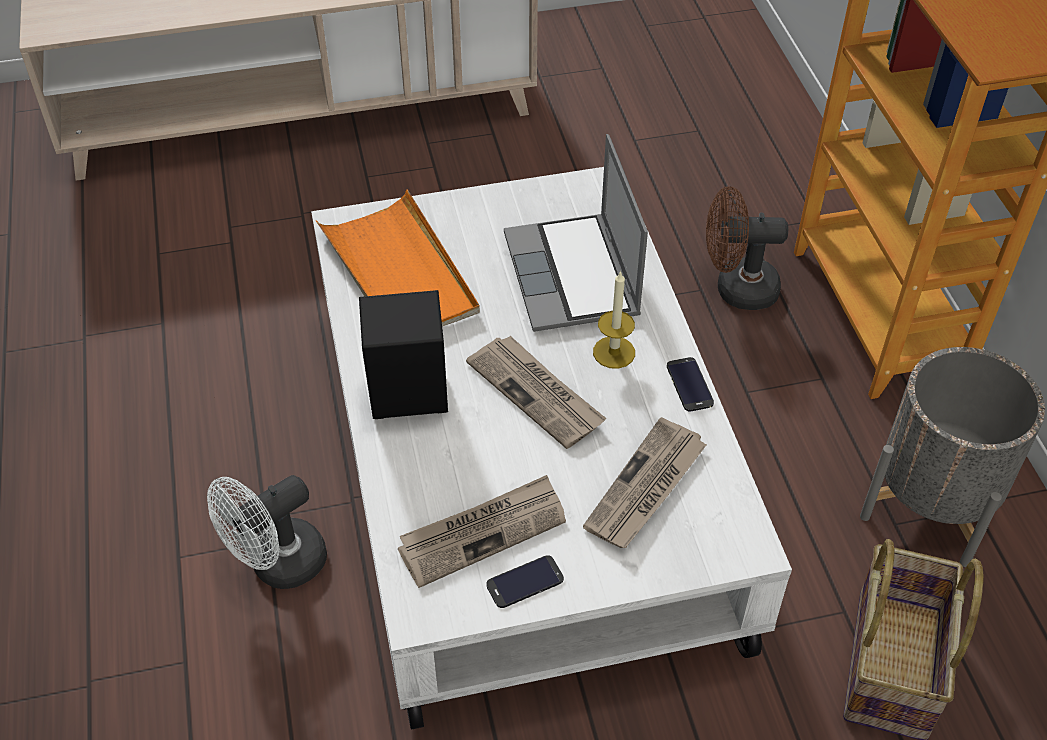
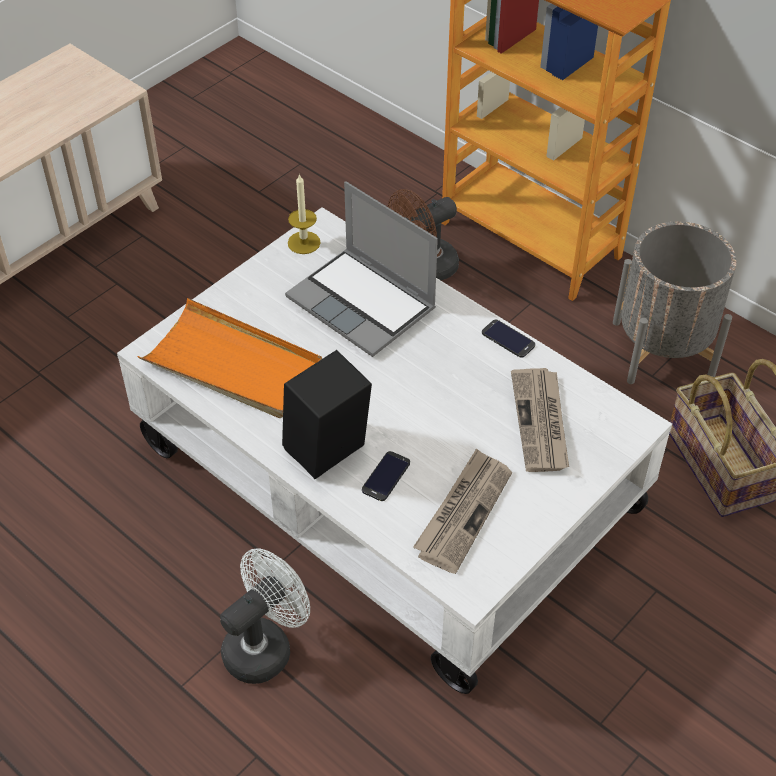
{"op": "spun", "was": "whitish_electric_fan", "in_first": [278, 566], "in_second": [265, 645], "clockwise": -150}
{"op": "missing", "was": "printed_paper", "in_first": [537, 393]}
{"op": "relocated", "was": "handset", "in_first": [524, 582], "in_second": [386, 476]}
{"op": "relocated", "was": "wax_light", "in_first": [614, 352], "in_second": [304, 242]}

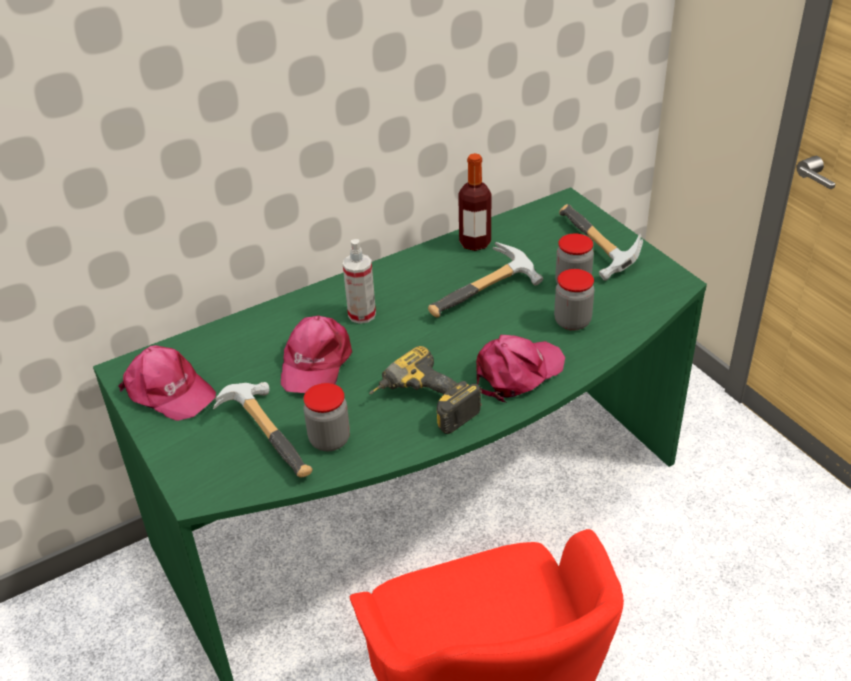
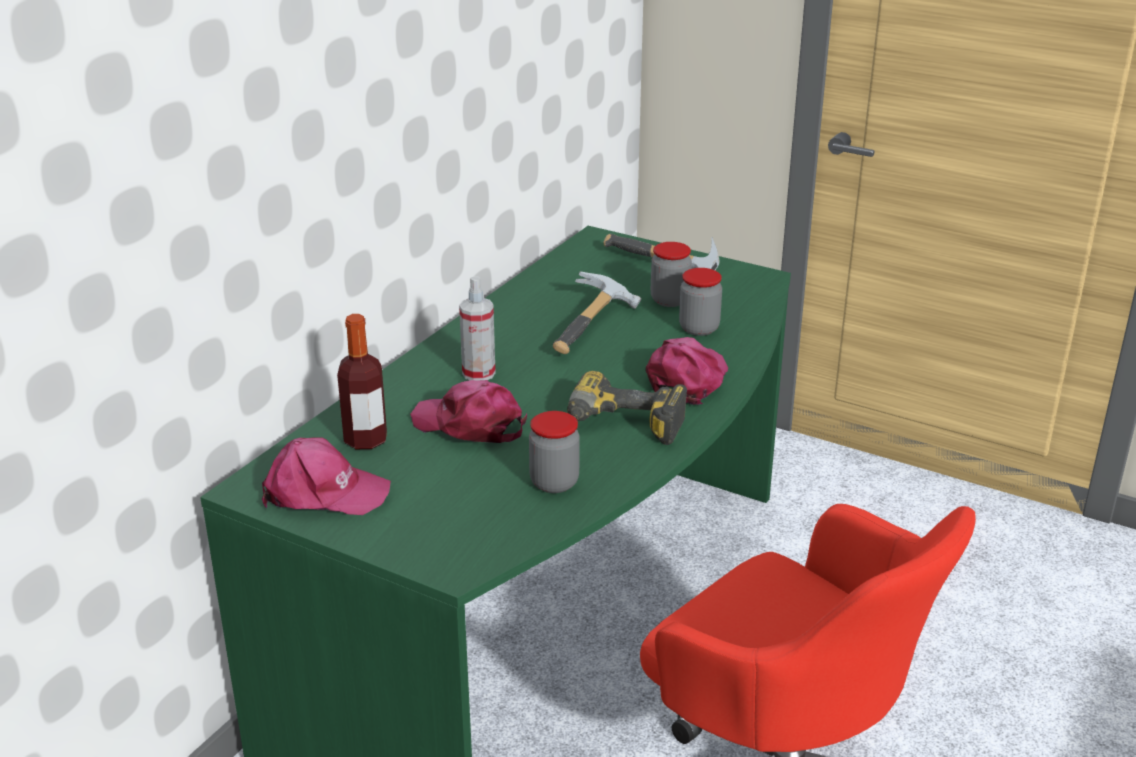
{"op": "missing", "was": "tool_hammer", "in_first": [273, 433]}
{"op": "spun", "was": "pink_cap", "in_first": [315, 362], "in_second": [470, 425], "clockwise": 135}
{"op": "relocated", "was": "drink_bottle", "in_first": [475, 243], "in_second": [365, 440]}

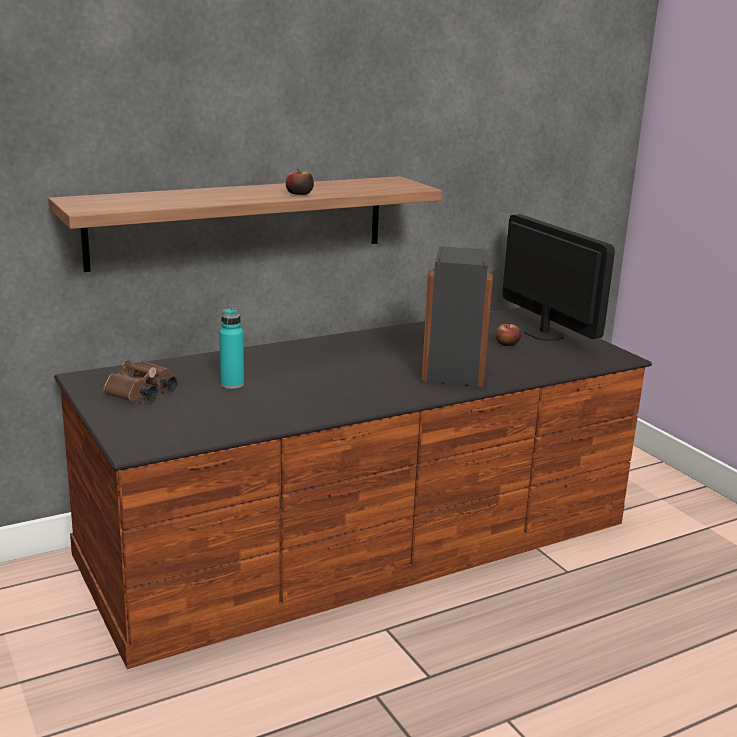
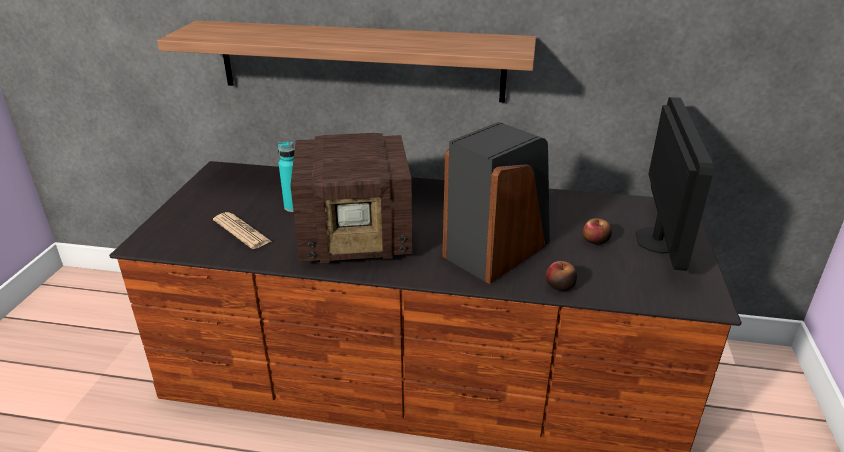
{"op": "missing", "was": "brownish_pair_of_binoculars", "in_first": [141, 395]}
{"op": "relocated", "was": "whole_apple", "in_first": [299, 194], "in_second": [560, 286]}
{"op": "appeared", "now": "printed_paper", "in_second": [241, 231]}
{"op": "appeared", "now": "radio", "in_second": [357, 237]}

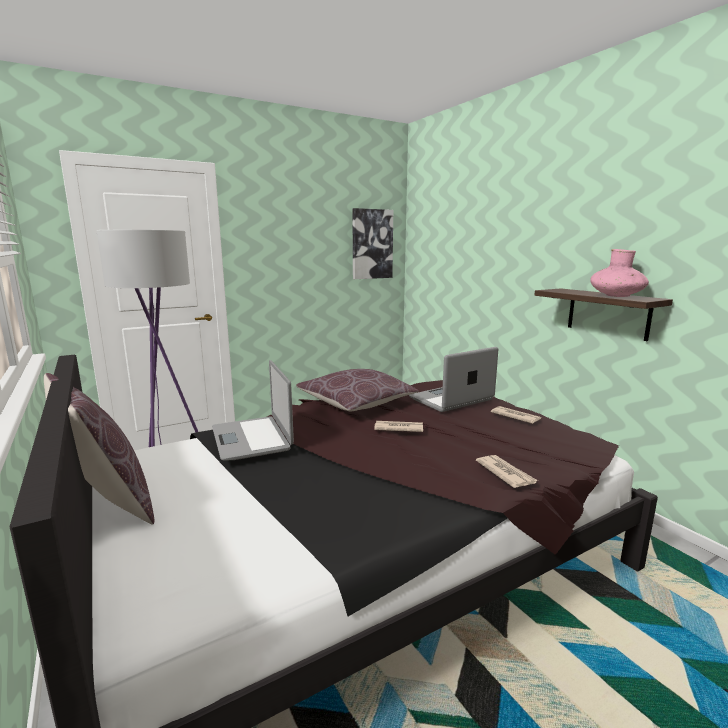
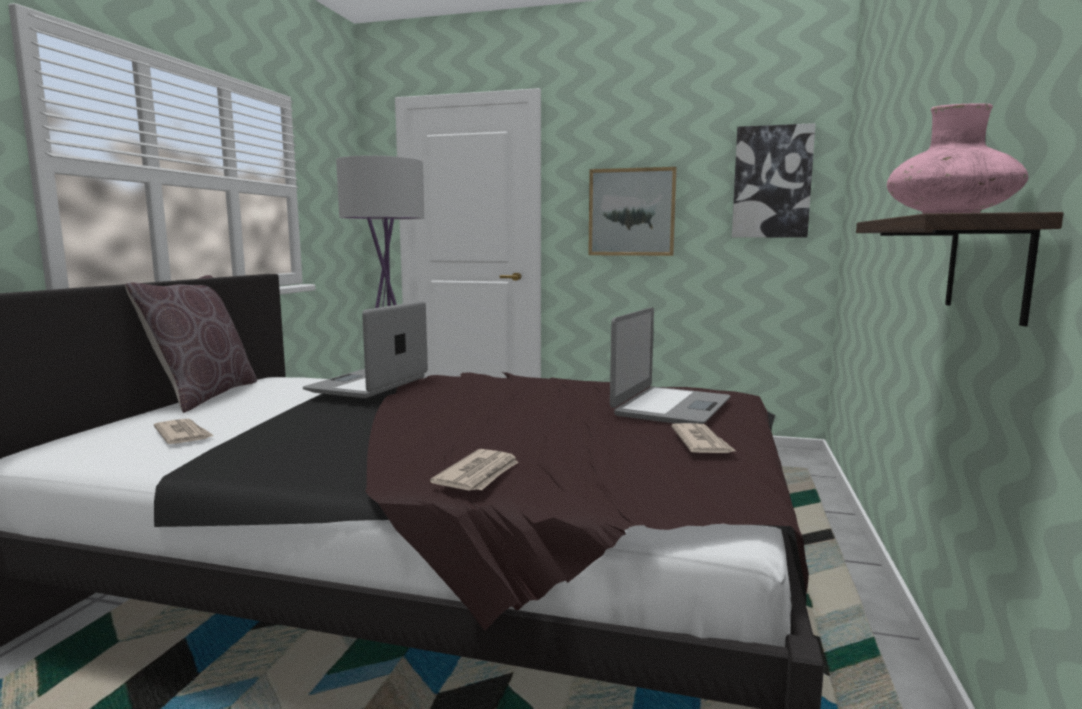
{"op": "missing", "was": "brownish_cushion", "in_first": [356, 403]}
{"op": "relocated", "was": "printed_paper", "in_first": [398, 428], "in_second": [183, 435]}
{"op": "spun", "was": "notebook_computer", "in_first": [451, 399], "in_second": [670, 407], "clockwise": 105}
{"op": "appeared", "now": "picture", "in_second": [631, 212]}

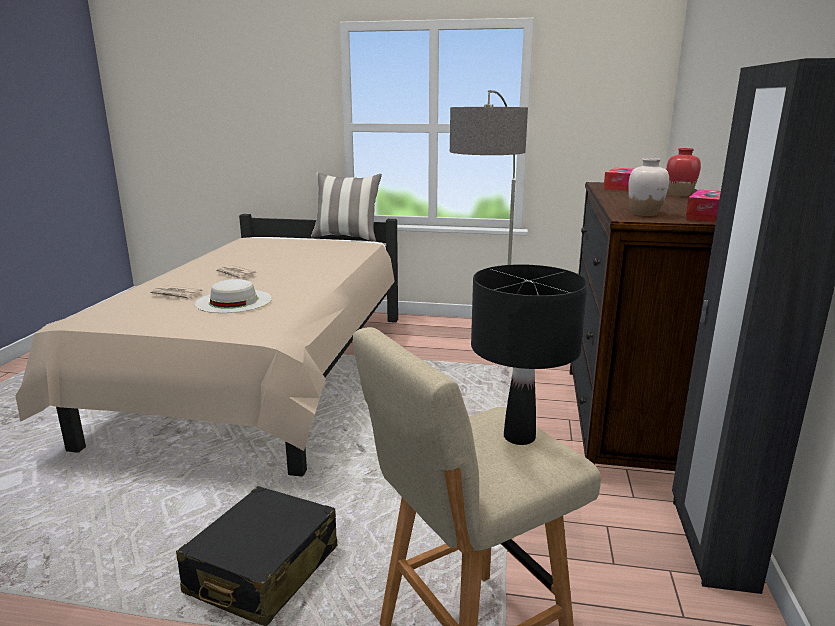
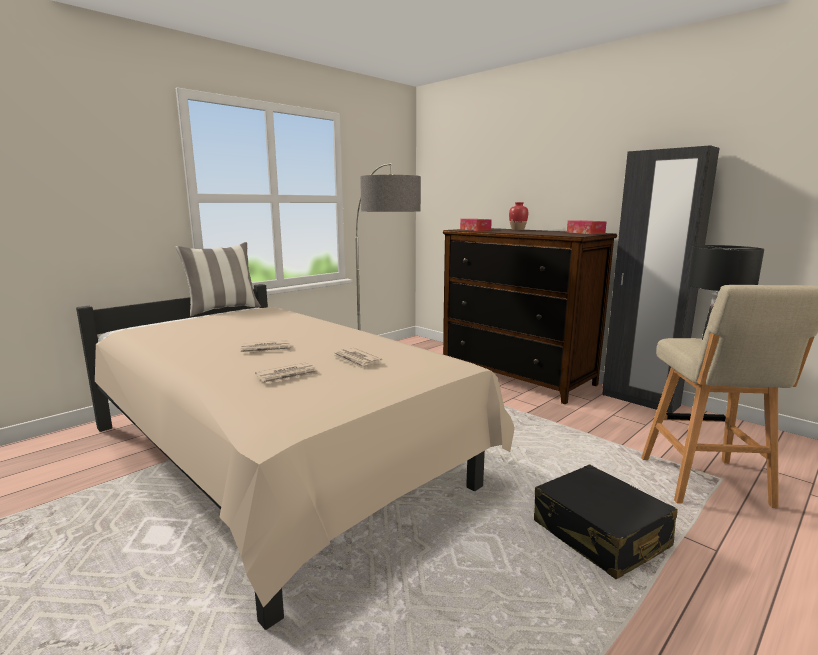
{"op": "exchanged", "was": "whitish_wearable_hat", "now": "printed_paper", "in_first": [233, 301], "in_second": [356, 360]}
{"op": "missing", "was": "whitish_flower_vase", "in_first": [644, 214]}

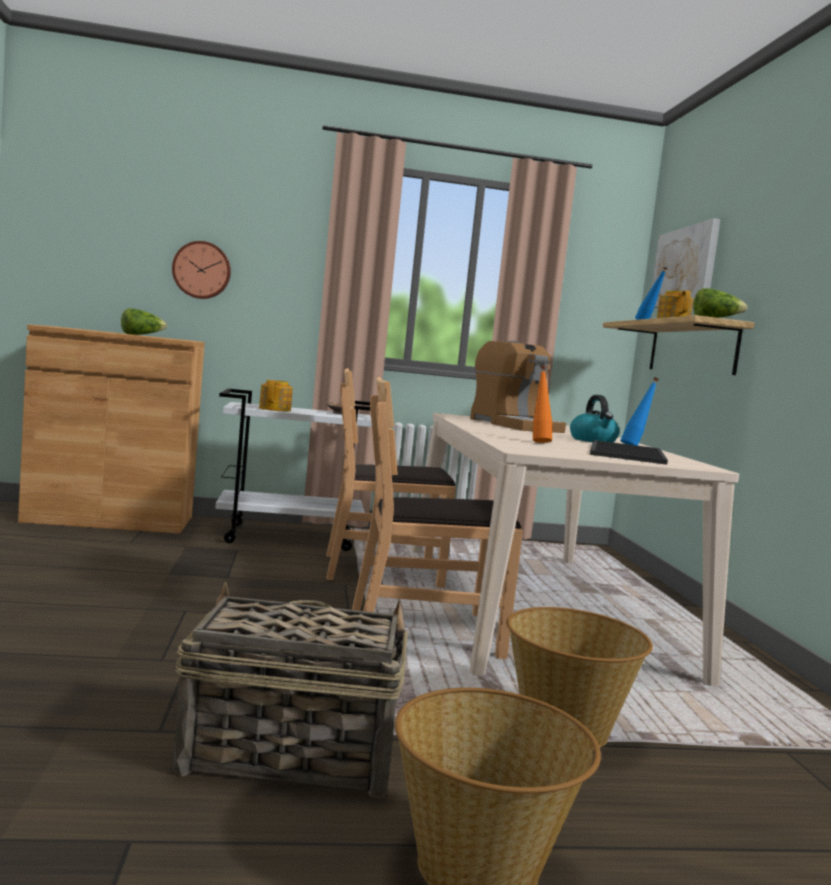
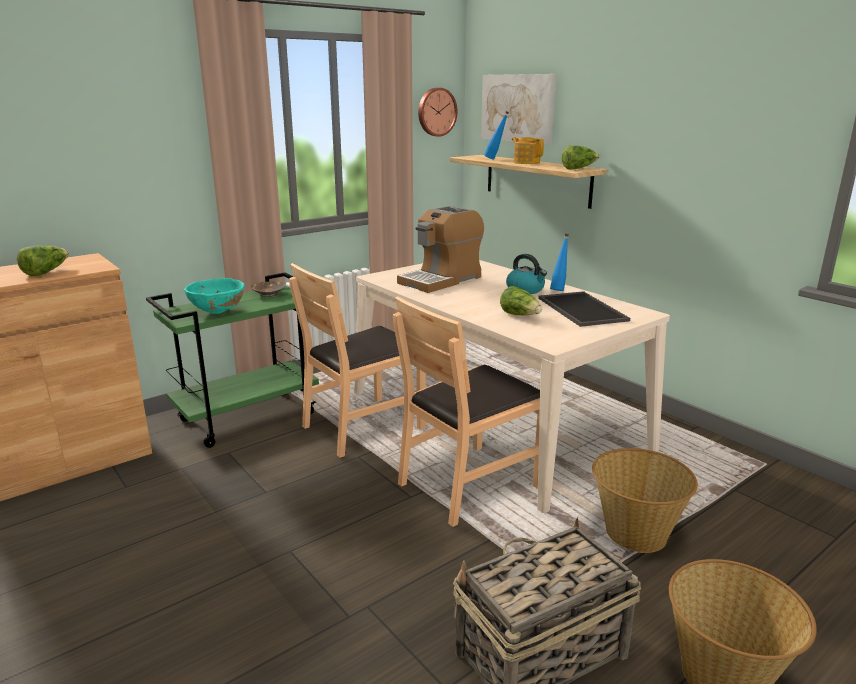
{"op": "relocated", "was": "clock_on_the_wall", "in_first": [202, 270], "in_second": [436, 112]}
{"op": "colour", "was": "whitish_wheeled_cart", "now": "green-coloured_wheeled_cart", "in_first": [290, 537], "in_second": [248, 416]}
{"op": "exchanged", "was": "tea_pot", "now": "blue-green_deep_dish", "in_first": [275, 409], "in_second": [218, 312]}
{"op": "spun", "was": "coffee_machine", "in_first": [514, 425], "in_second": [441, 280], "clockwise": 105}
{"op": "exchanged", "was": "orange-coloured_drink_bottle", "now": "head_of_lettuce", "in_first": [538, 442], "in_second": [520, 315]}

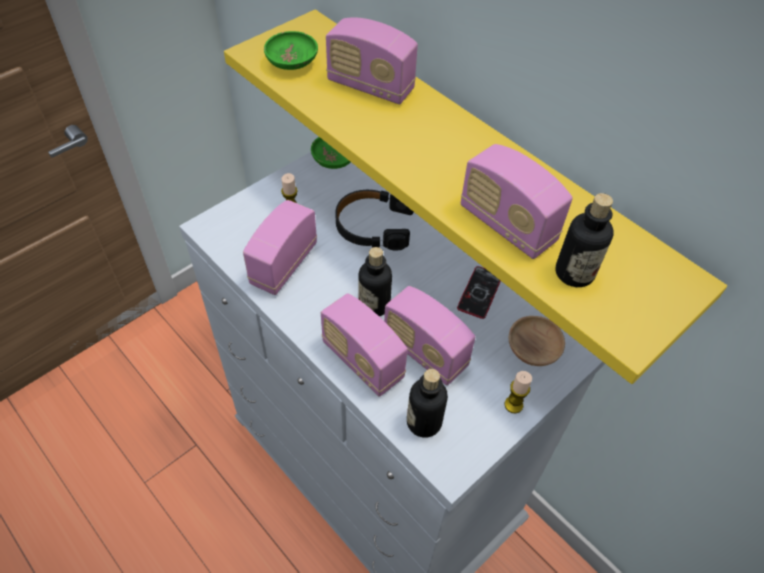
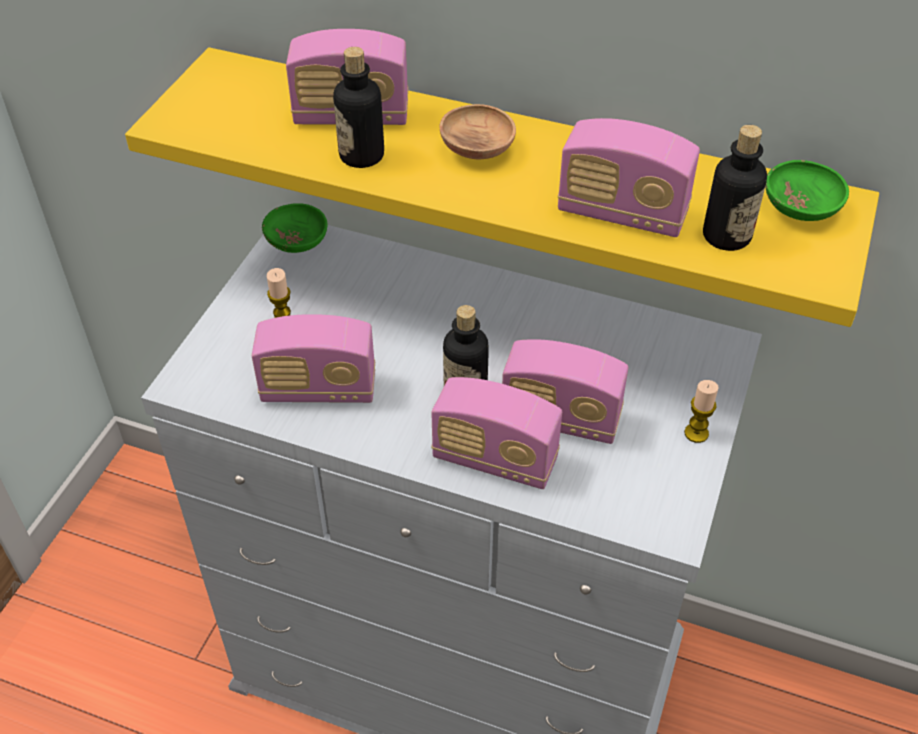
{"op": "spun", "was": "radio", "in_first": [283, 264], "in_second": [319, 389], "clockwise": -90}
{"op": "relocated", "was": "green-coloured_deep_dish", "in_first": [292, 63], "in_second": [800, 208]}
{"op": "missing", "was": "black-coloured_headphones", "in_first": [373, 226]}
{"op": "relocated", "was": "drink_bottle", "in_first": [424, 422], "in_second": [361, 156]}
{"op": "missing", "was": "handset", "in_first": [479, 292]}
{"op": "relocated", "was": "brownish_deep_dish", "in_first": [533, 349], "in_second": [477, 149]}

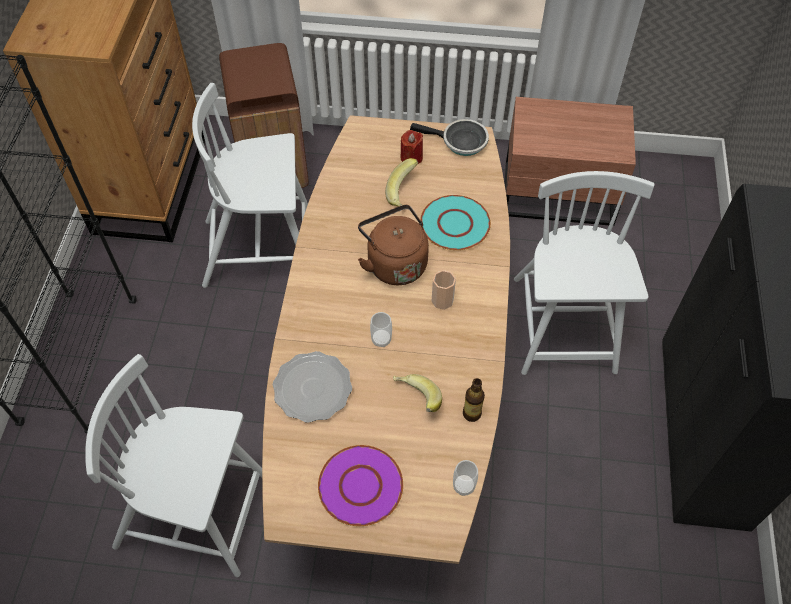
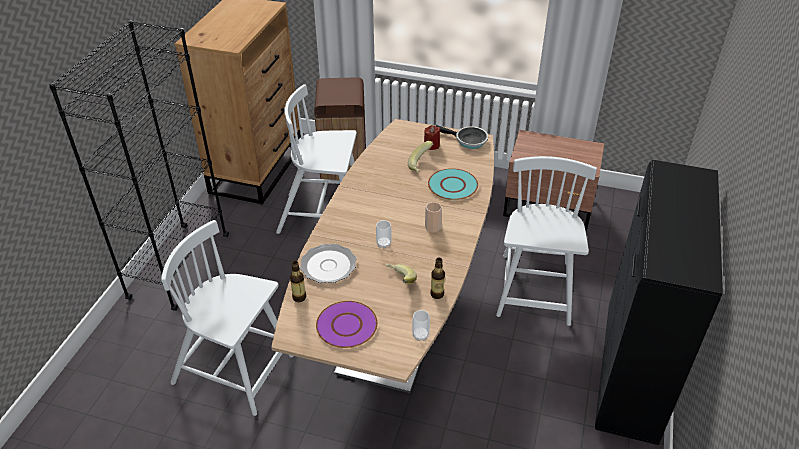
{"op": "missing", "was": "brownish_kettle", "in_first": [394, 263]}
{"op": "appeared", "now": "drink_bottle", "in_second": [299, 297]}

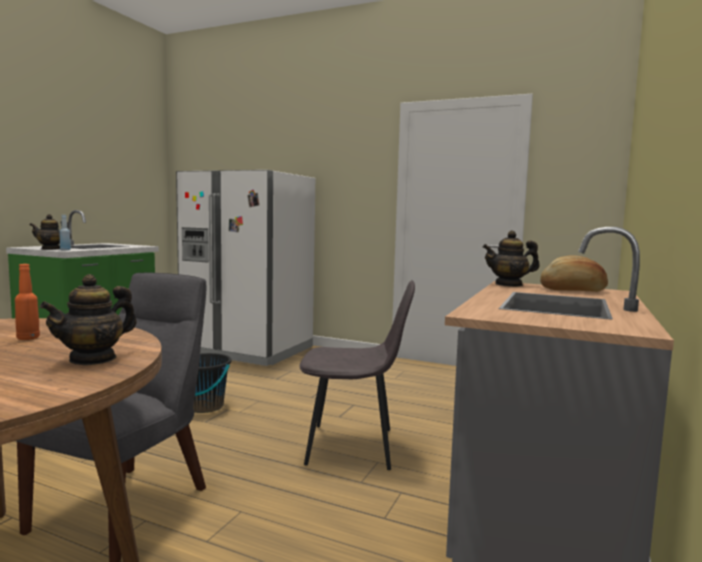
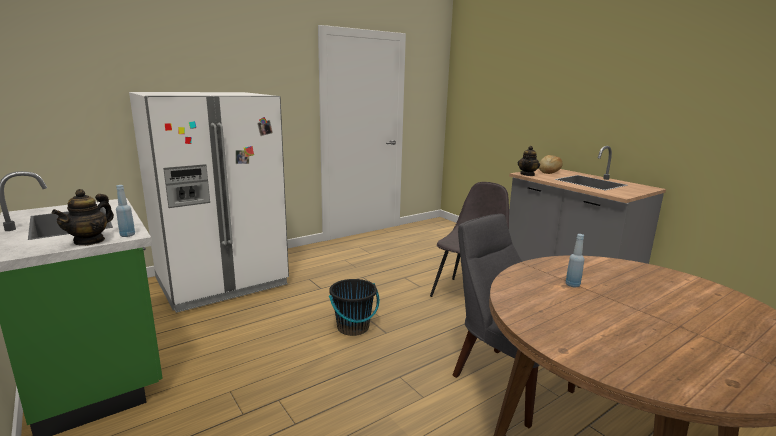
{"op": "colour", "was": "orange-coloured_drink_bottle", "now": "blue-coloured_drink_bottle", "in_first": [28, 338], "in_second": [572, 285]}
{"op": "missing", "was": "tea_pot", "in_first": [93, 359]}

